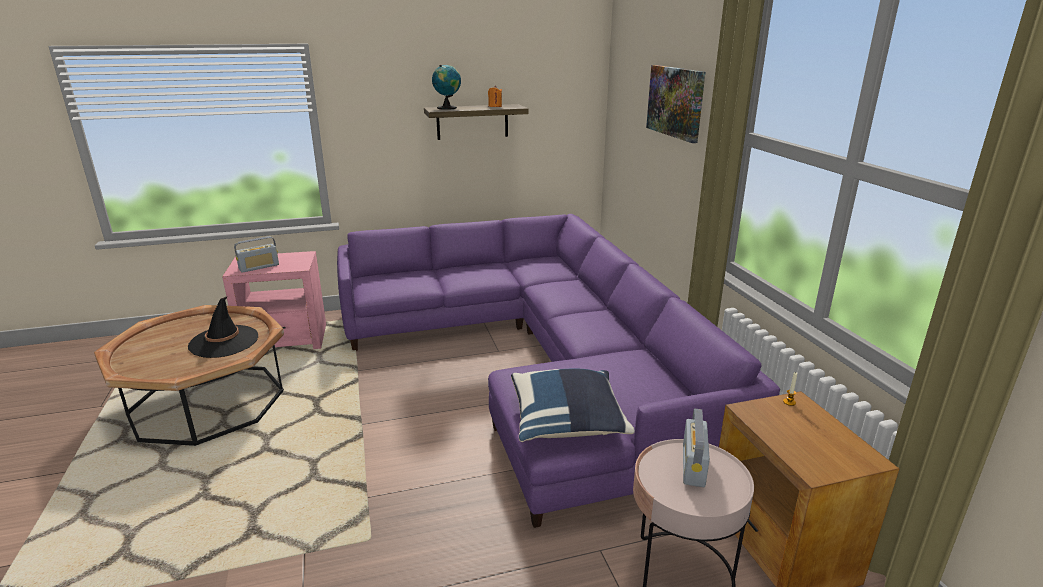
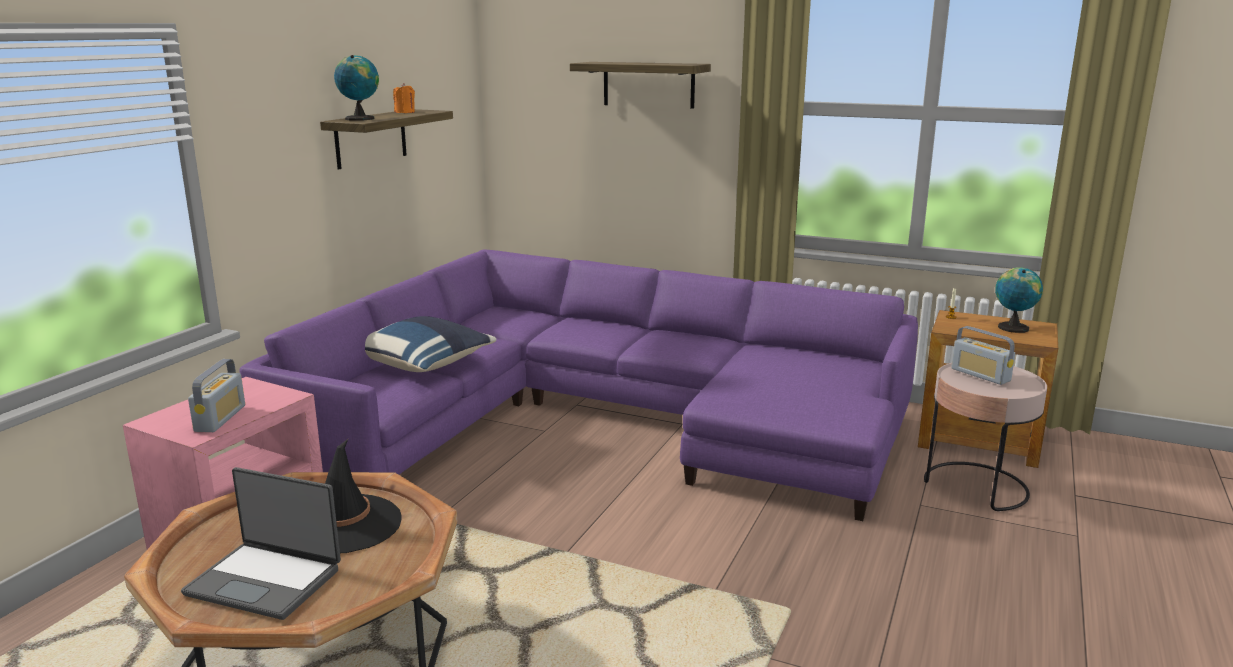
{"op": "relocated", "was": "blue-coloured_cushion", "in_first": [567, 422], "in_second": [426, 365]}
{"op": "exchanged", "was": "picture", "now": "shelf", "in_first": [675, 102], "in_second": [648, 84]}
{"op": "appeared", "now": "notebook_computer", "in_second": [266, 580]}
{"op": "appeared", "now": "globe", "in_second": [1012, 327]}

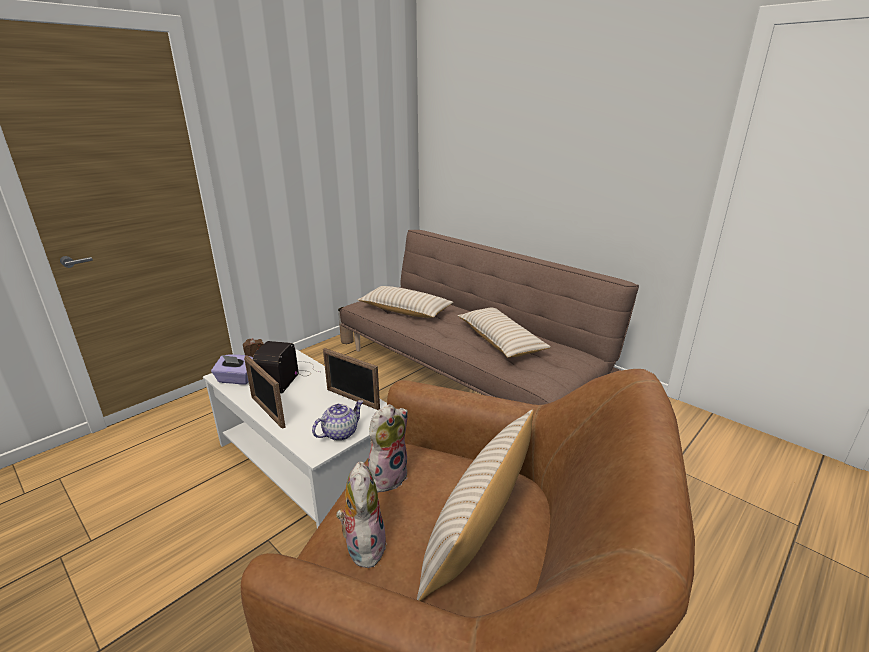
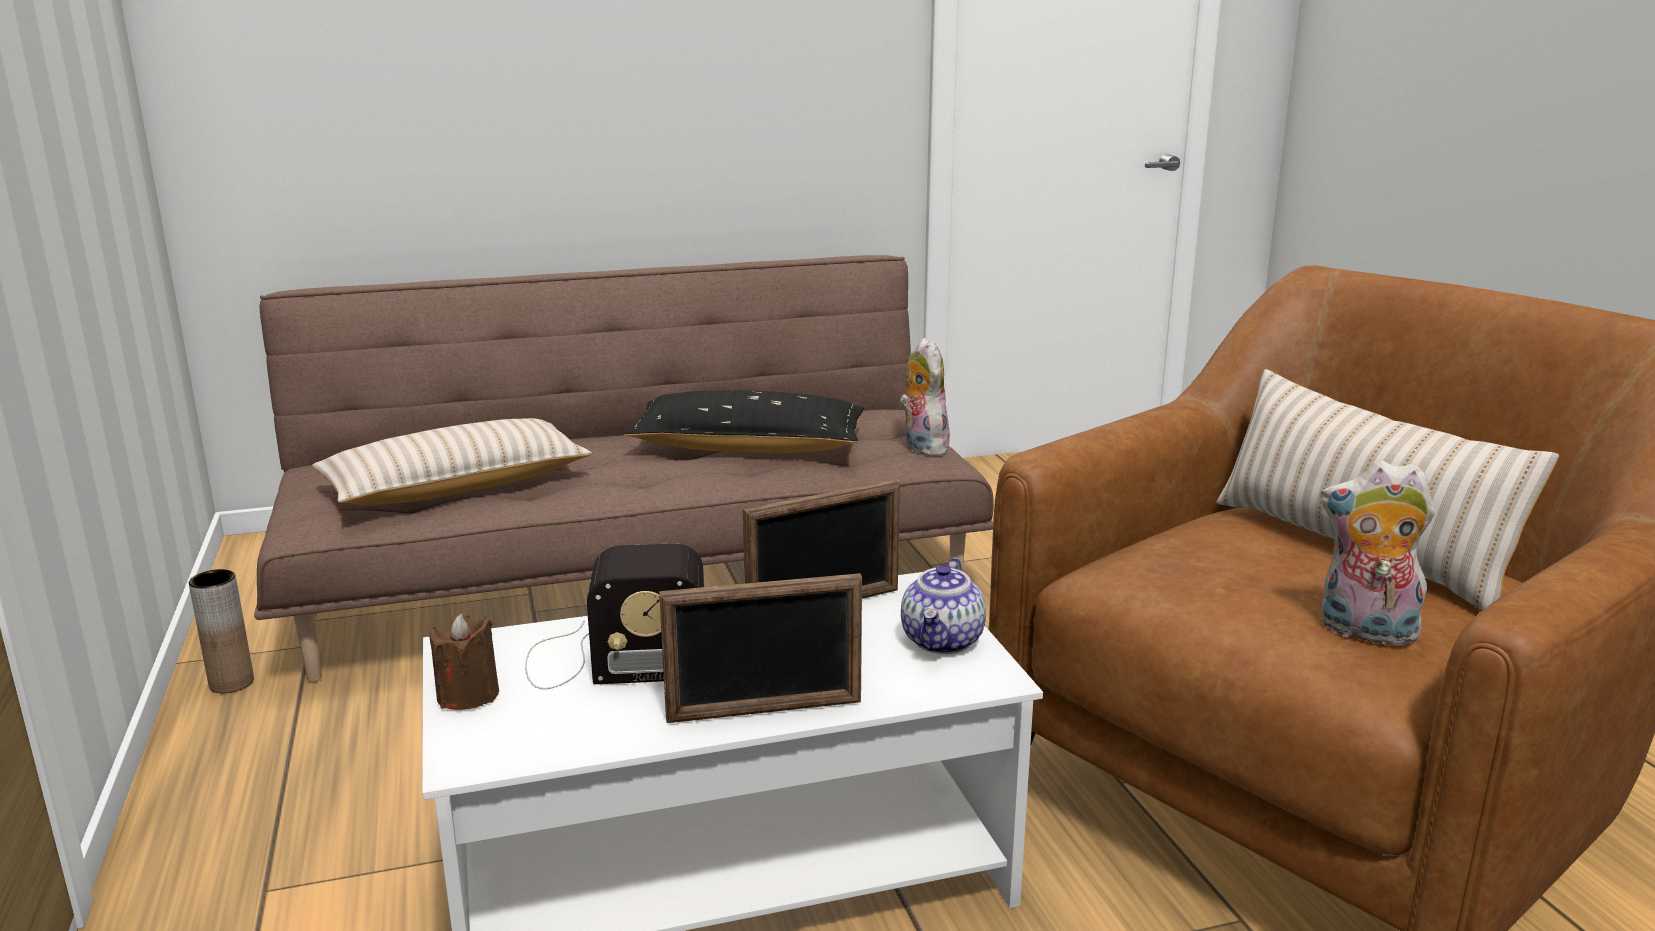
{"op": "missing", "was": "purple_tissue_box", "in_first": [236, 379]}
{"op": "spun", "was": "radio", "in_first": [288, 375], "in_second": [610, 660], "clockwise": -45}
{"op": "spun", "was": "tea_pot", "in_first": [340, 433], "in_second": [943, 641], "clockwise": -150}
{"op": "relocated", "was": "plush_toy", "in_first": [387, 476], "in_second": [921, 447]}
{"op": "colour", "was": "beige_cushion", "now": "black-coloured_cushion", "in_first": [500, 341], "in_second": [749, 446]}

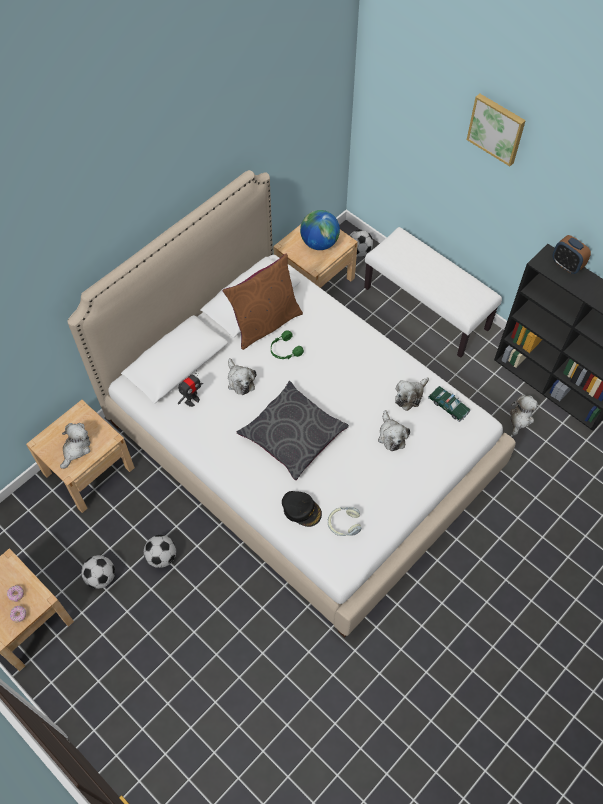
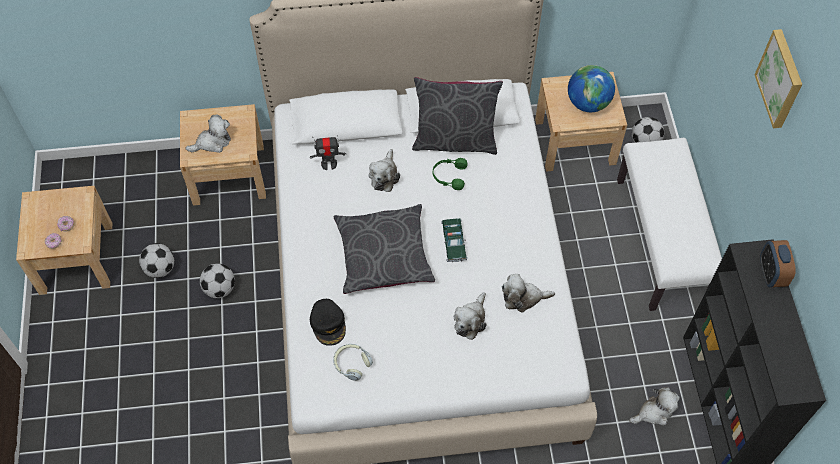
{"op": "colour", "was": "brownish_cushion", "now": "grey_cushion", "in_first": [265, 323], "in_second": [455, 140]}
{"op": "relocated", "was": "model_car", "in_first": [448, 406], "in_second": [454, 242]}

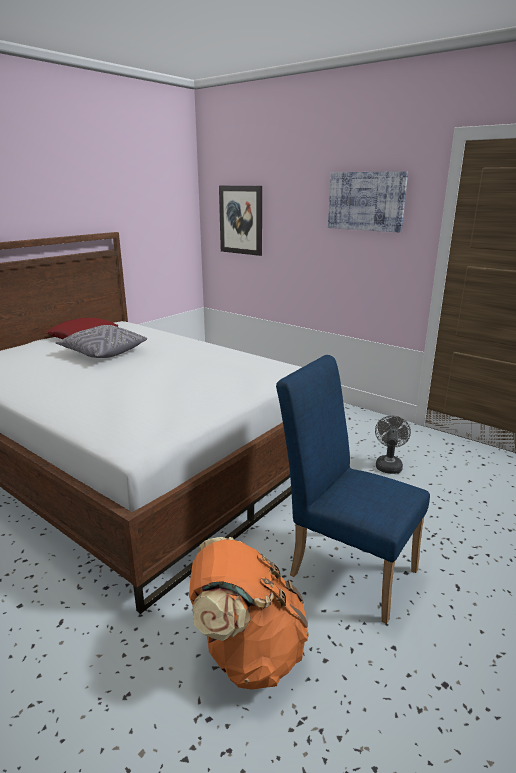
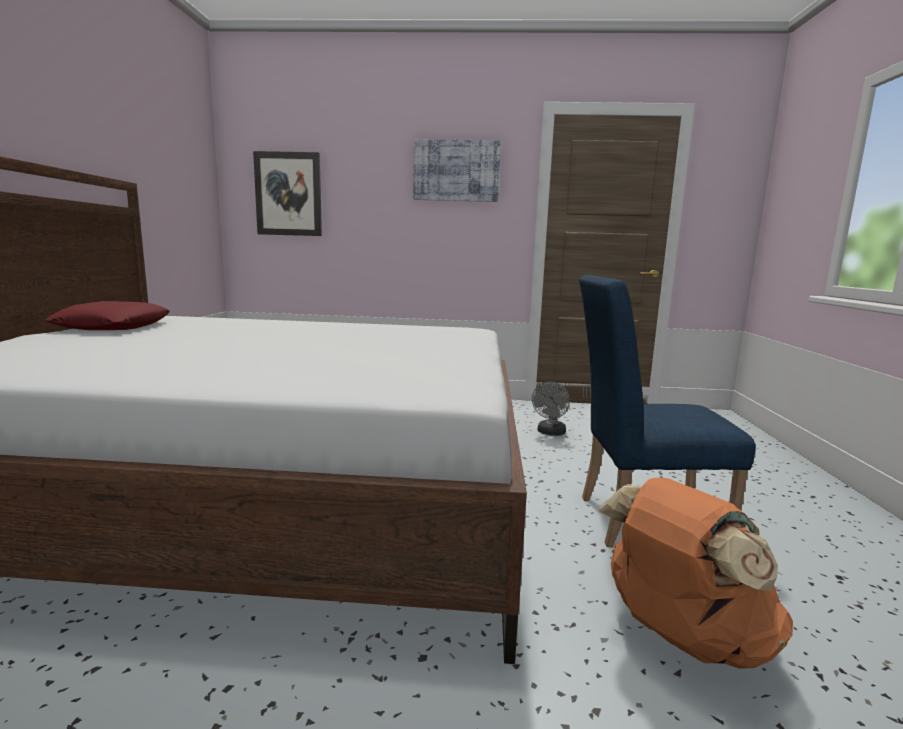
{"op": "missing", "was": "grey_cushion", "in_first": [103, 353]}
{"op": "spun", "was": "grey_electric_fan", "in_first": [388, 464], "in_second": [550, 433], "clockwise": -135}

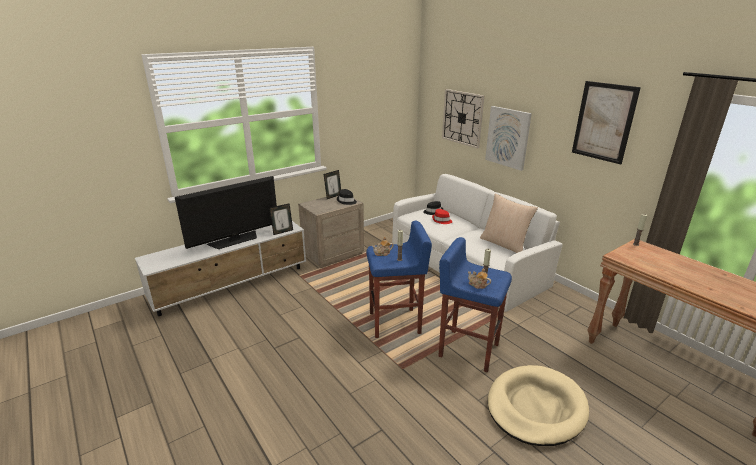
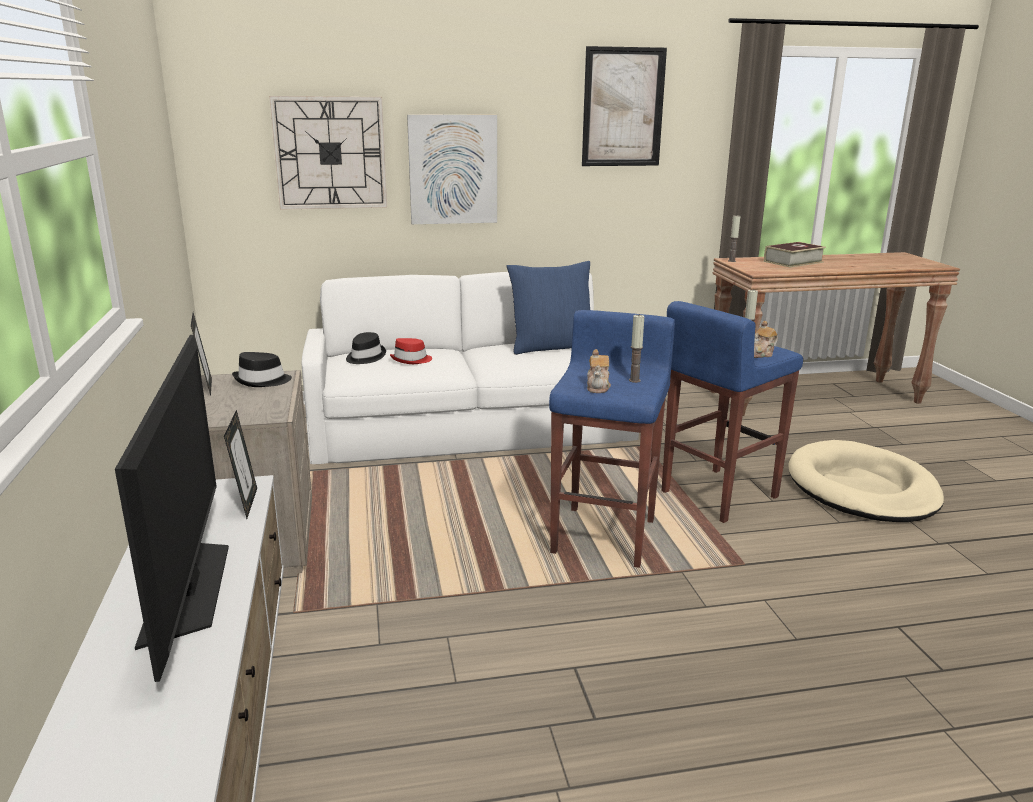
{"op": "colour", "was": "beige_cushion", "now": "blue-coloured_cushion", "in_first": [504, 244], "in_second": [552, 347]}
{"op": "appeared", "now": "book", "in_second": [793, 262]}

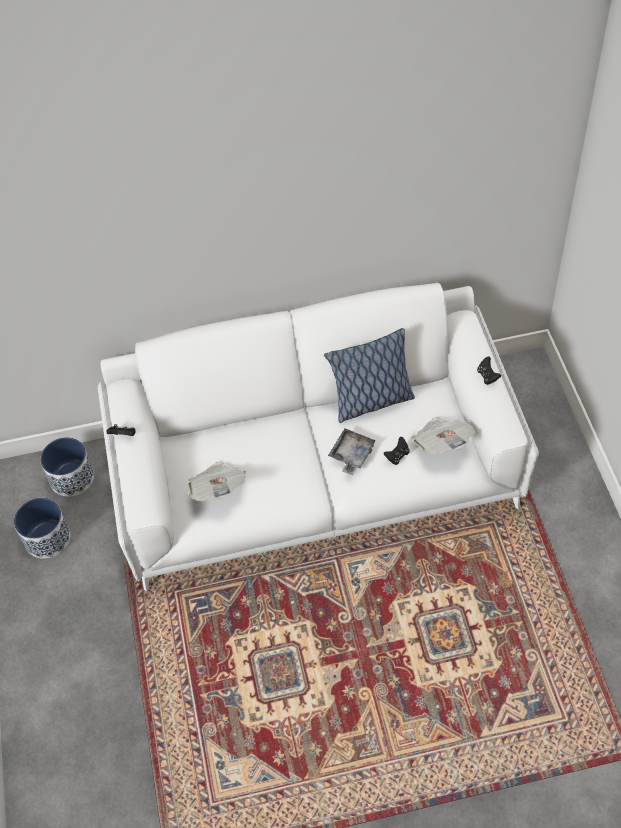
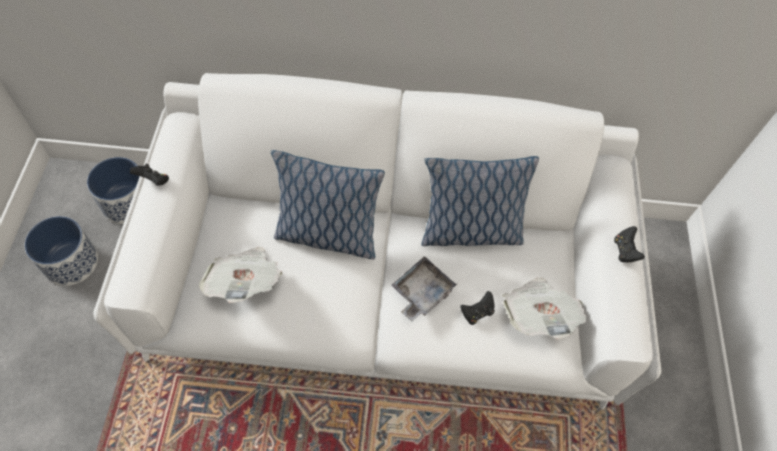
{"op": "appeared", "now": "cushion", "in_second": [326, 235]}

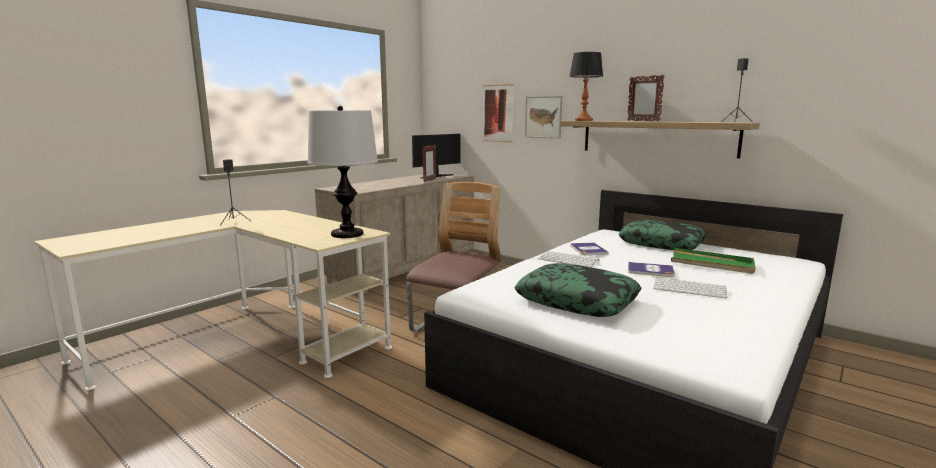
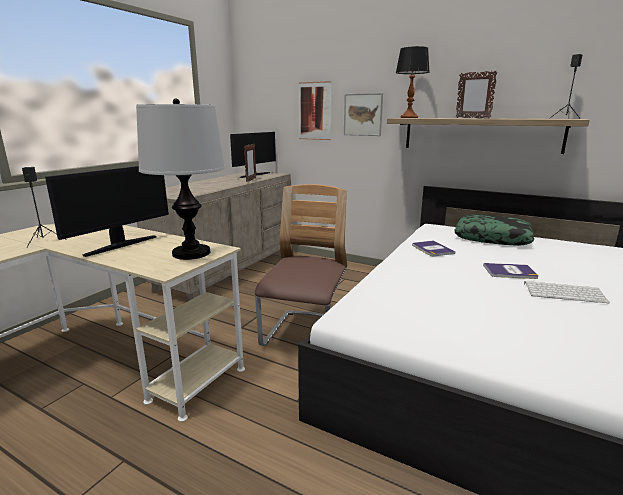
{"op": "missing", "was": "cushion", "in_first": [577, 301]}
{"op": "missing", "was": "keyboard", "in_first": [569, 260]}
{"op": "missing", "was": "green-coloured_tray", "in_first": [712, 264]}
{"op": "appeared", "now": "monitor", "in_second": [120, 245]}

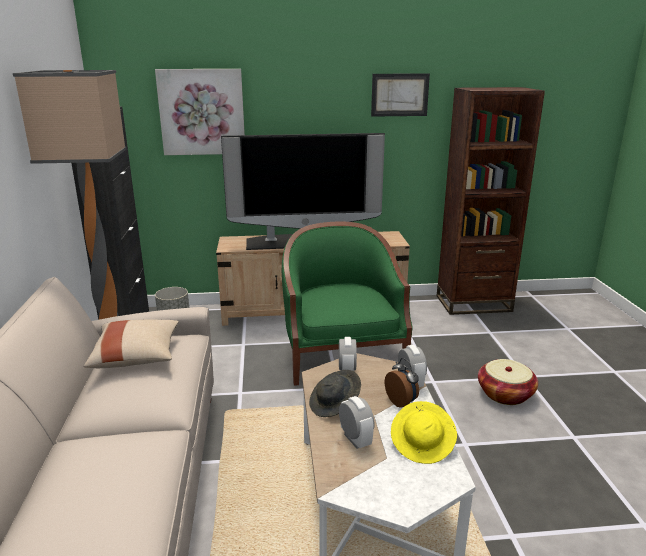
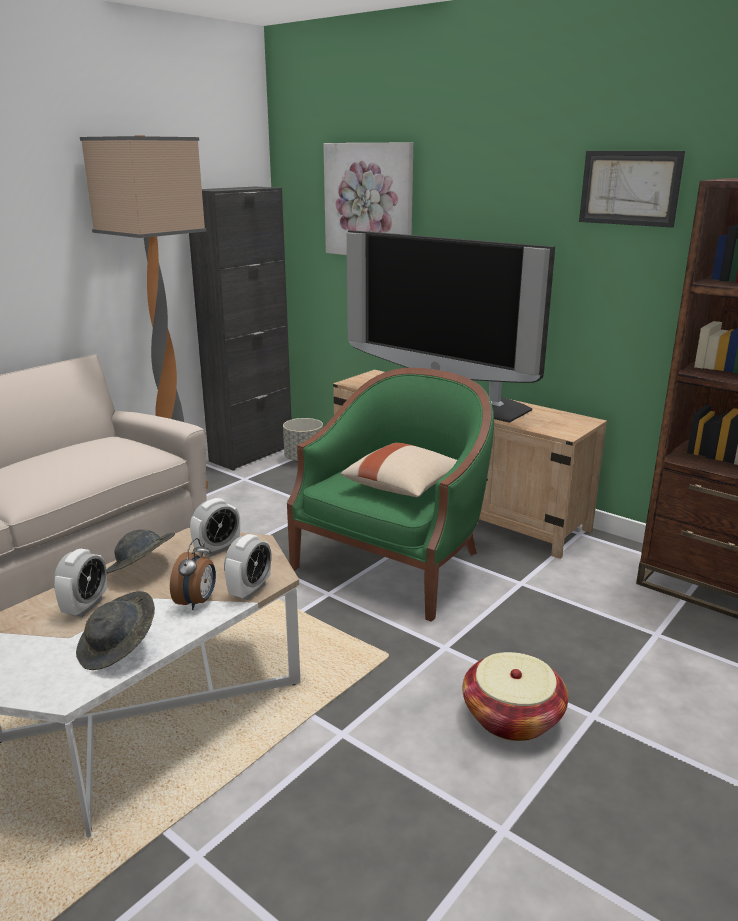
{"op": "relocated", "was": "beige_cushion", "in_first": [137, 357], "in_second": [404, 487]}
{"op": "colour", "was": "yellowish_wearable_hat", "now": "grey_wearable_hat", "in_first": [423, 444], "in_second": [118, 648]}

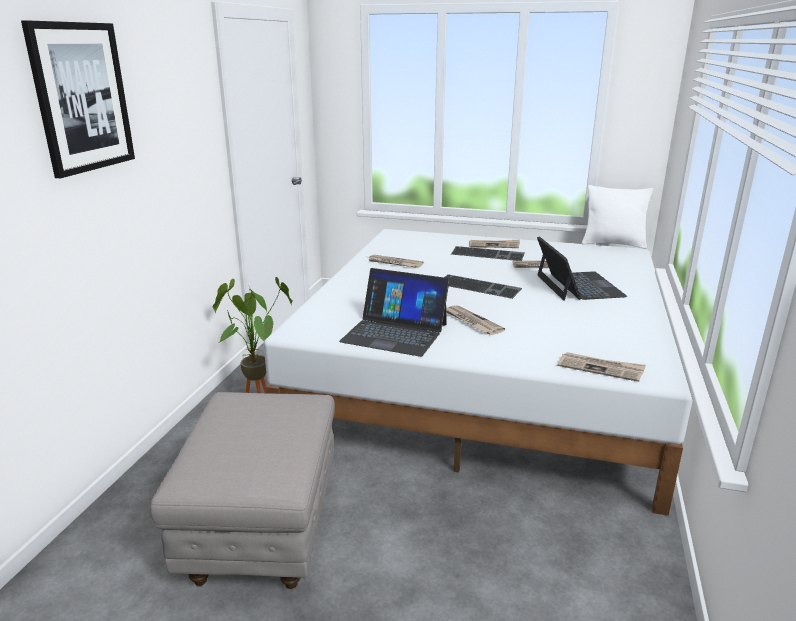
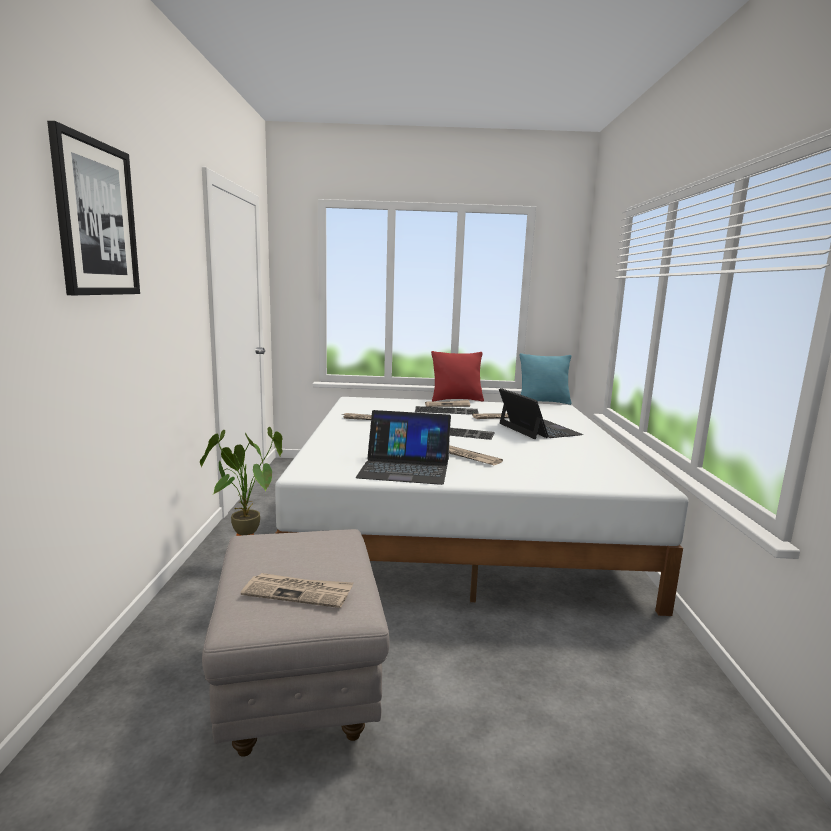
{"op": "relocated", "was": "printed_paper", "in_first": [600, 368], "in_second": [298, 592]}
{"op": "colour", "was": "whitish_cushion", "now": "blue-green_cushion", "in_first": [613, 244], "in_second": [543, 402]}
{"op": "appeared", "now": "reddish_cushion", "in_second": [456, 400]}

